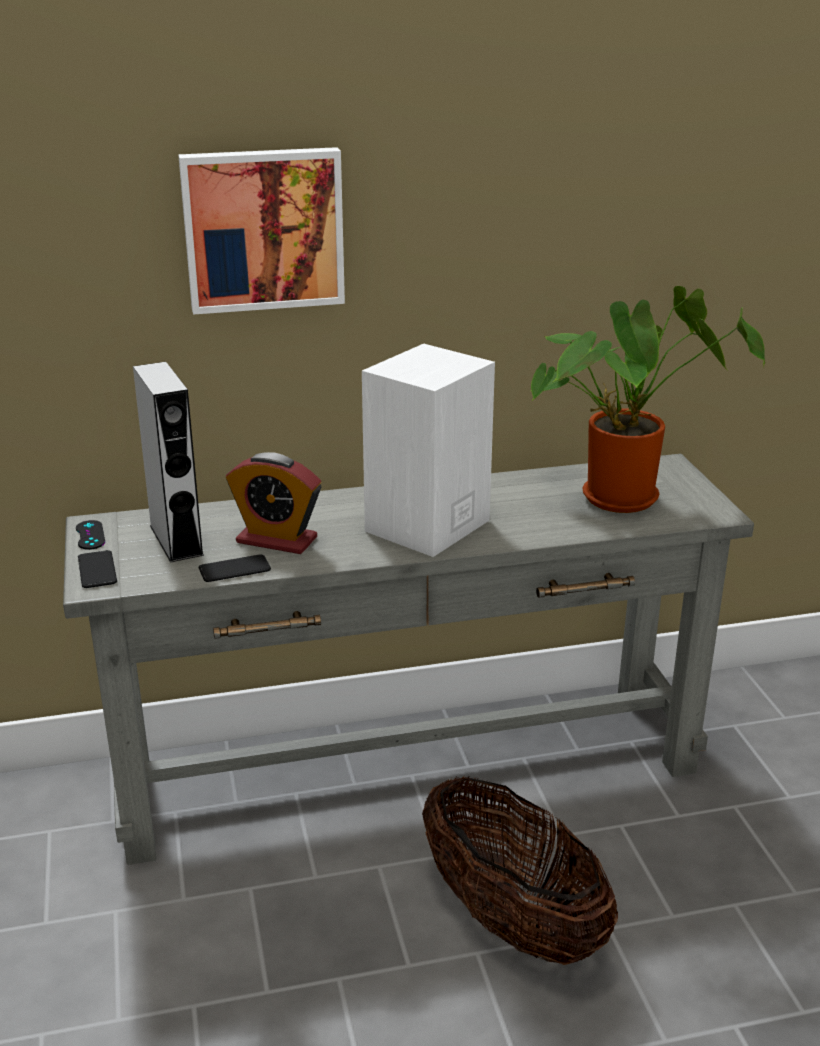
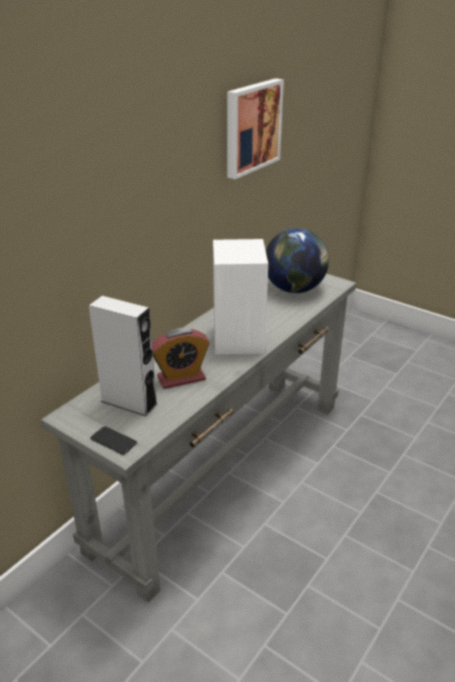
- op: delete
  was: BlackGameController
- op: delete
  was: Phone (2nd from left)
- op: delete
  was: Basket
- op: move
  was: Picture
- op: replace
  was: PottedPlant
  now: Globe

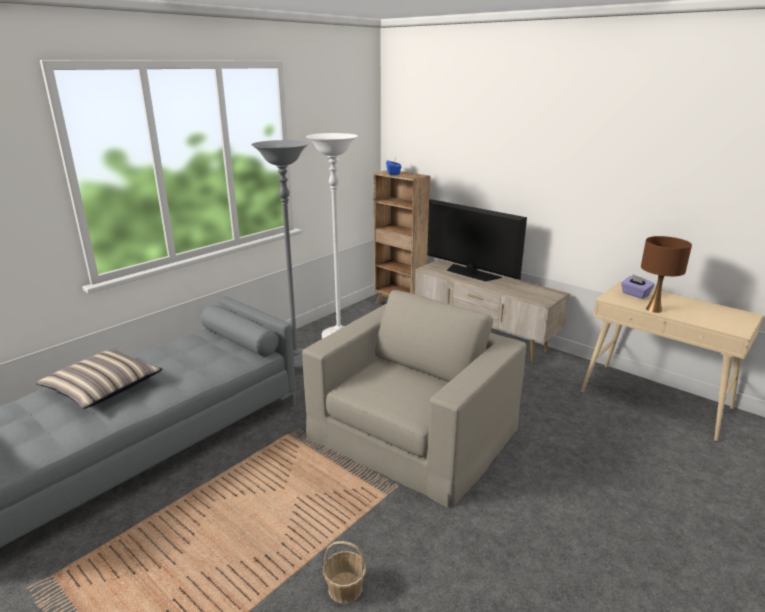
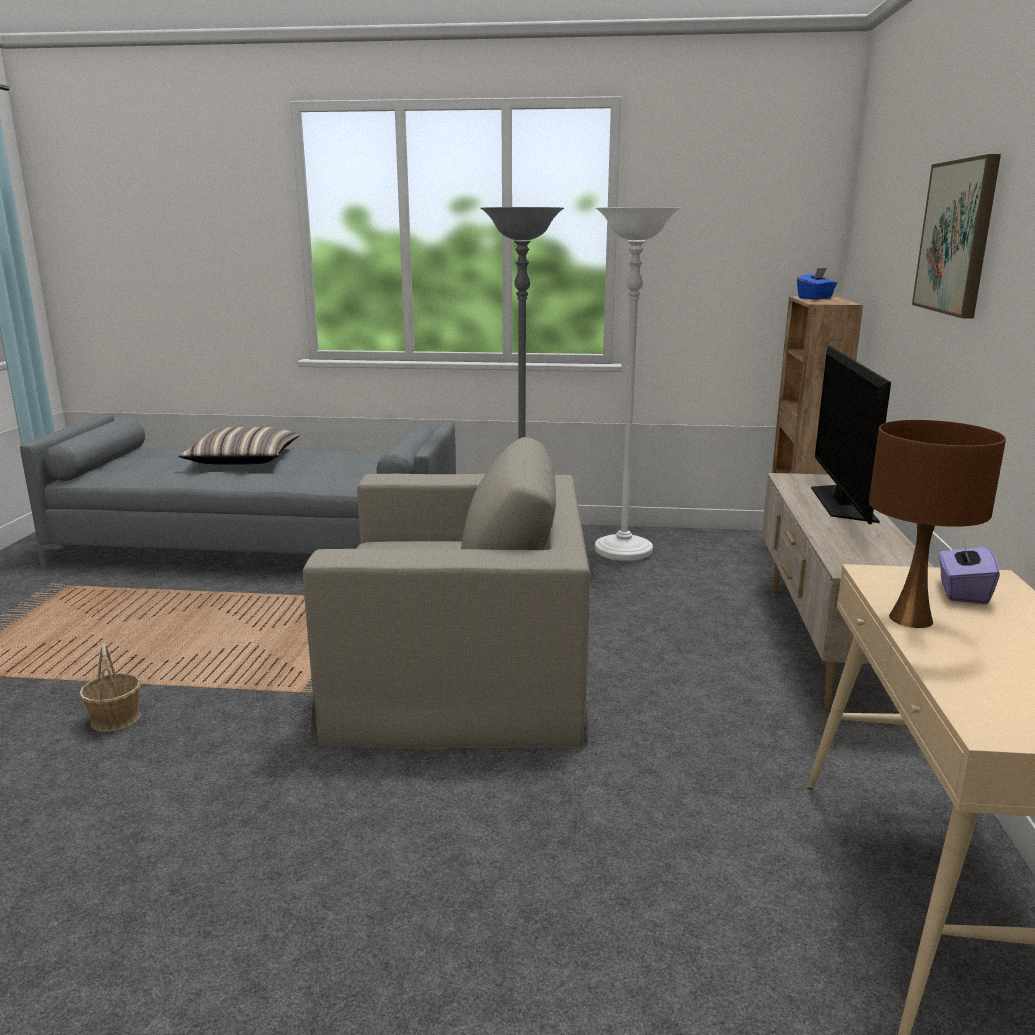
- op: insert
  now: Picture

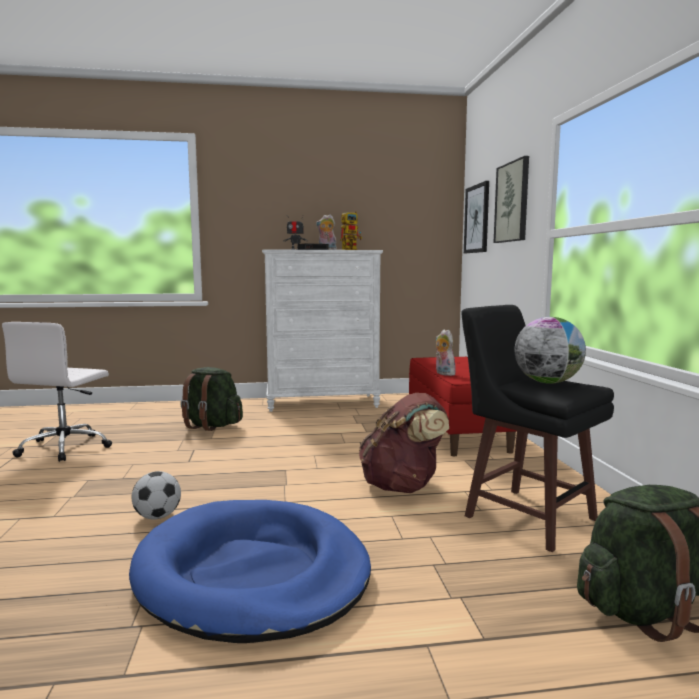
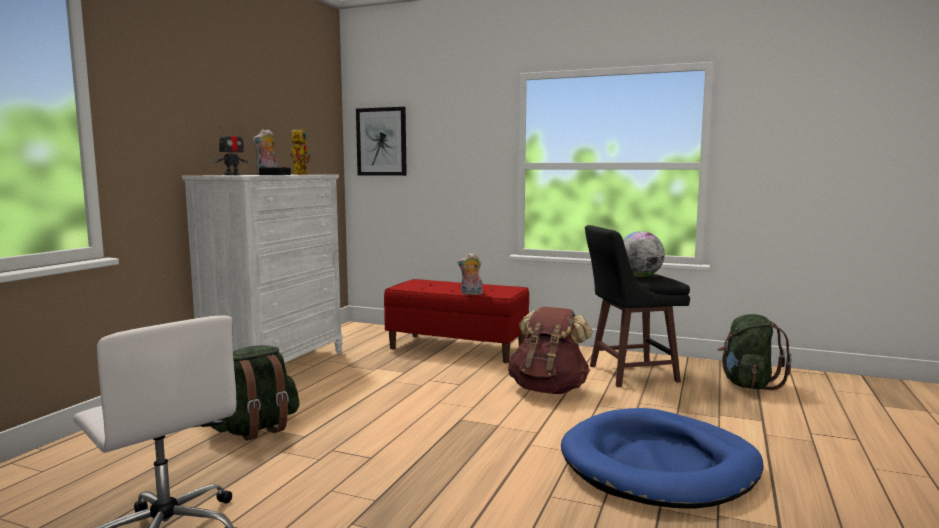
- op: delete
  was: Football
- op: delete
  was: Picture (2nd from left)

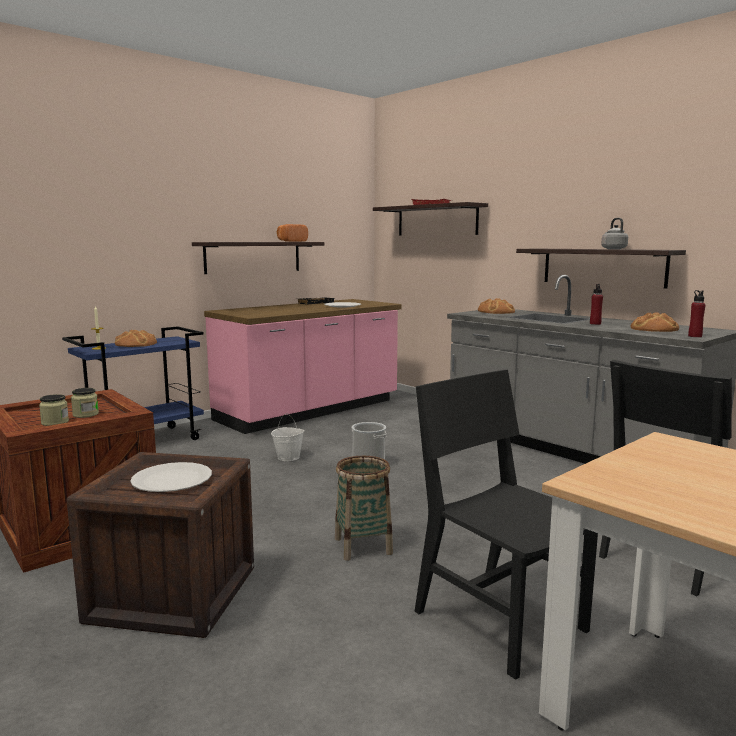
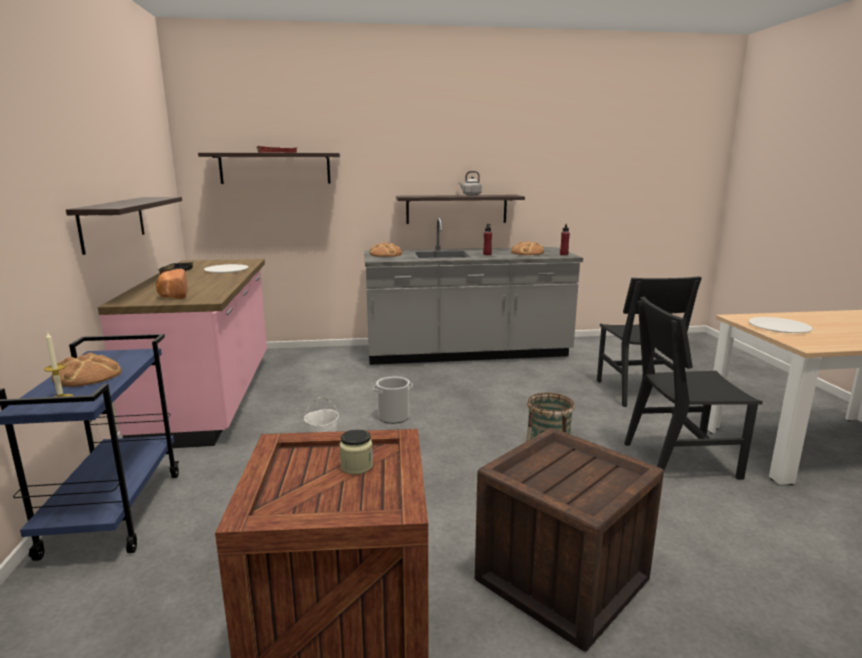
- op: delete
  was: Jar (1st from left)
- op: move
  was: WhitePlate (1st from left in the first image)
  now: WhitePlate (2nd from left)
- op: move
  was: Bread (2nd from left)

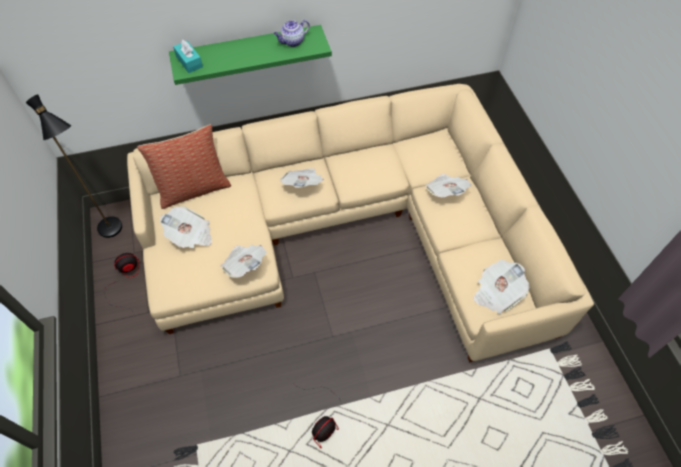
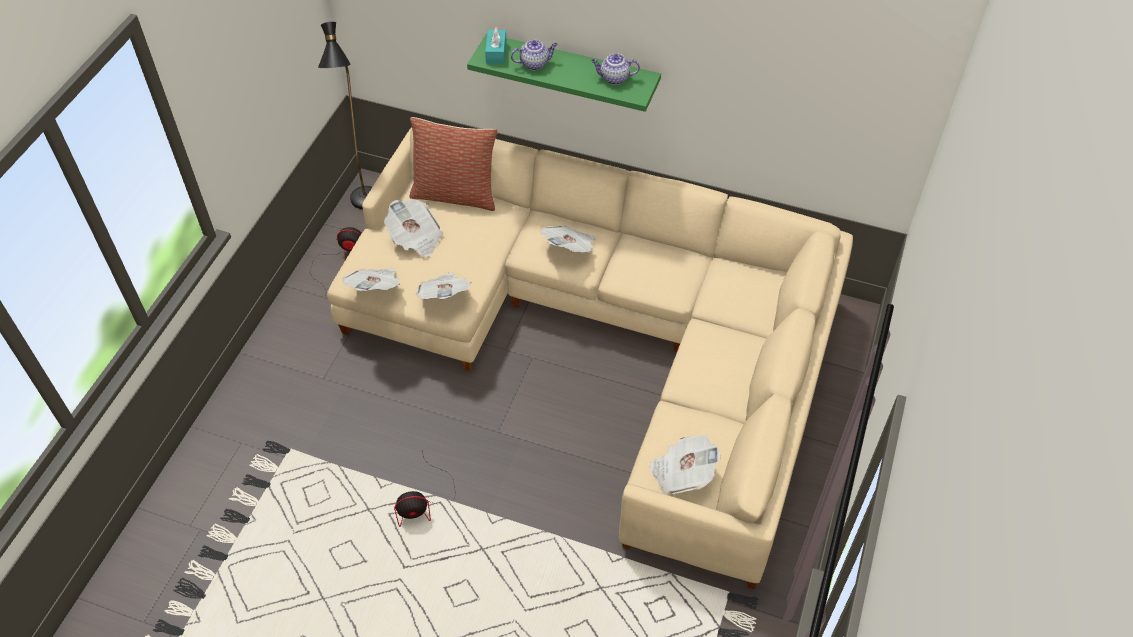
- op: insert
  now: Teapot (1st from left)
- op: move
  was: Newspaper (4th from left in the first image)
  now: Newspaper (1st from left)

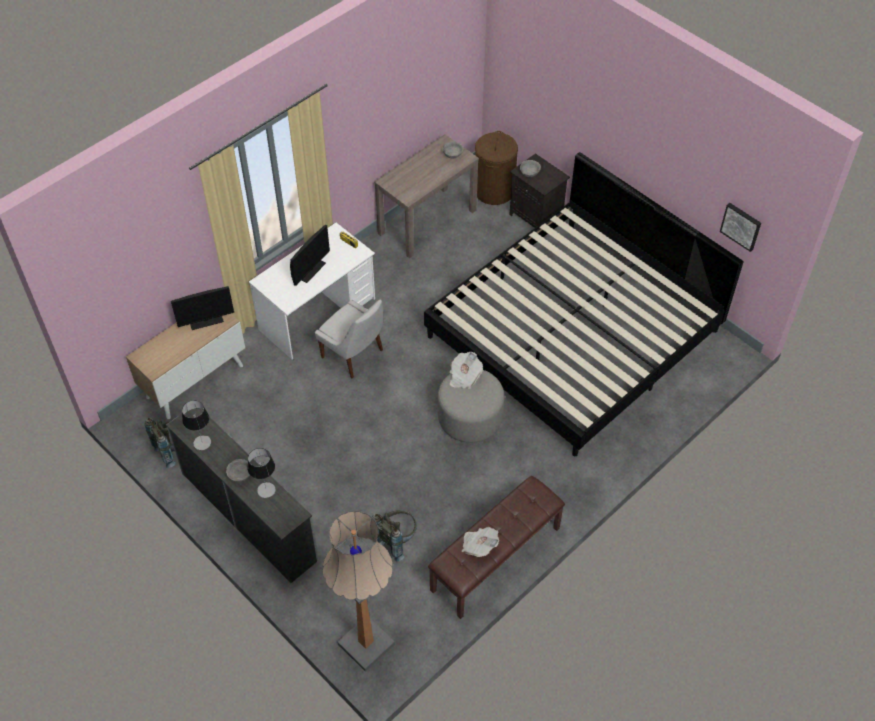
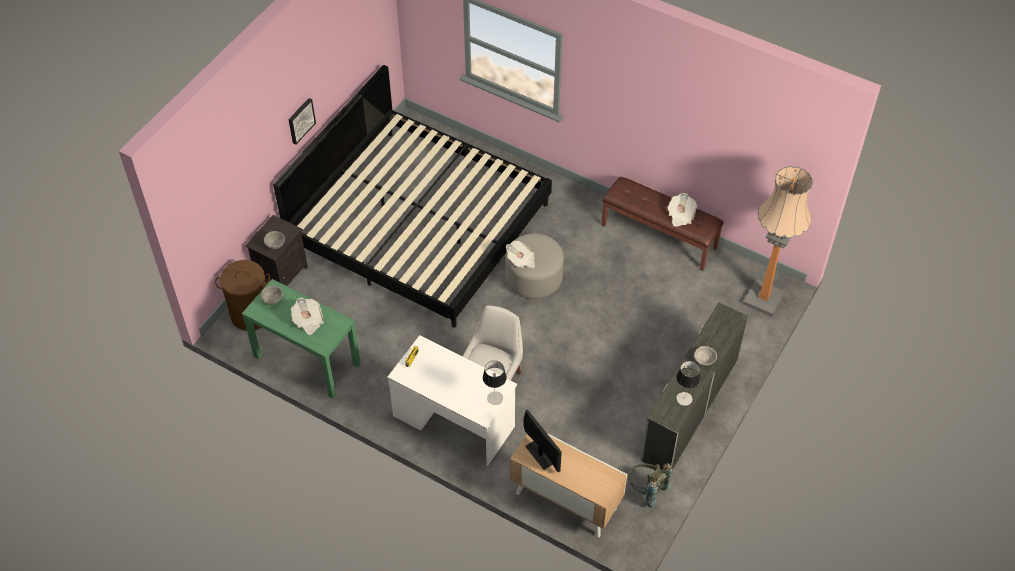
- op: delete
  was: Monitor (2nd from left)
- op: delete
  was: GreyBackpack (2nd from left)
- op: insert
  now: Newspaper (1st from left)
- op: move
  was: TableLamp (2nd from left in the first image)
  now: TableLamp (1st from left)
- op: move
  was: Picture
- op: recolor
  was: BrownConsoleTable
  now: GreenConsoleTable

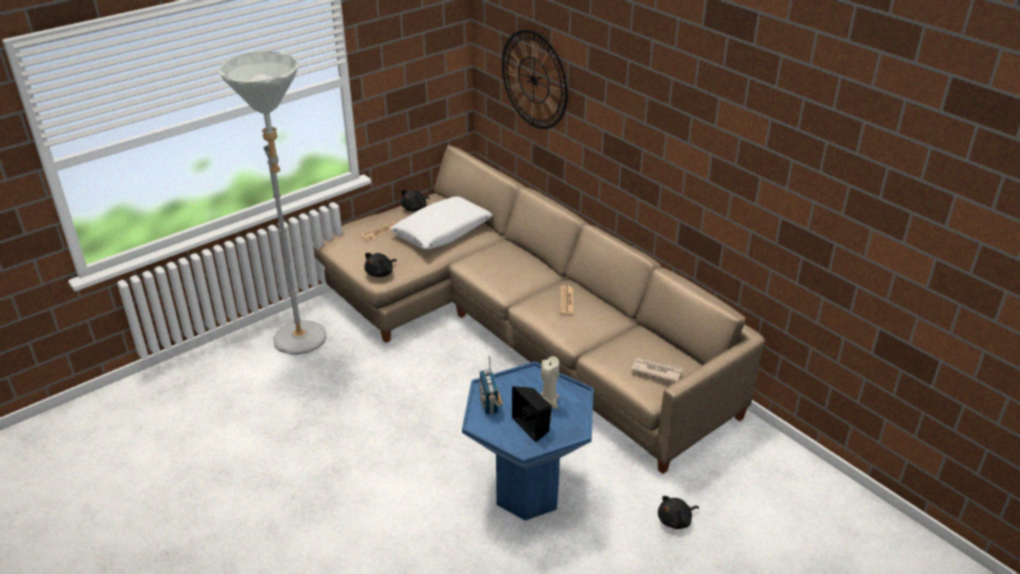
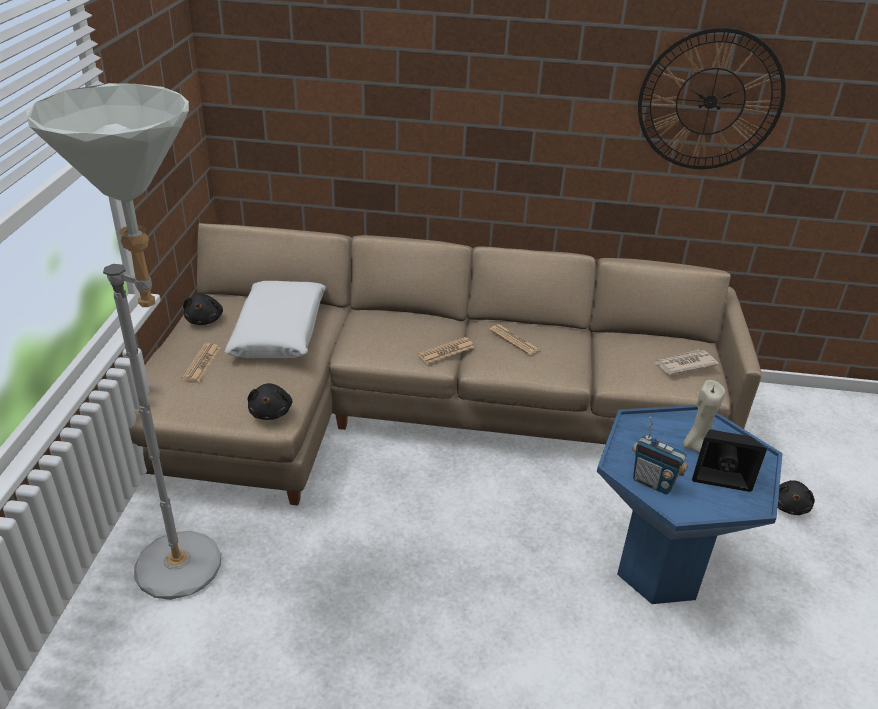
- op: insert
  now: Newspaper (2nd from left)
- op: move
  was: WallClock

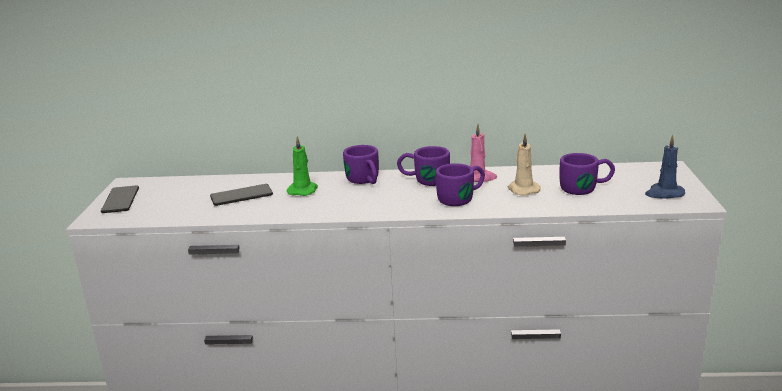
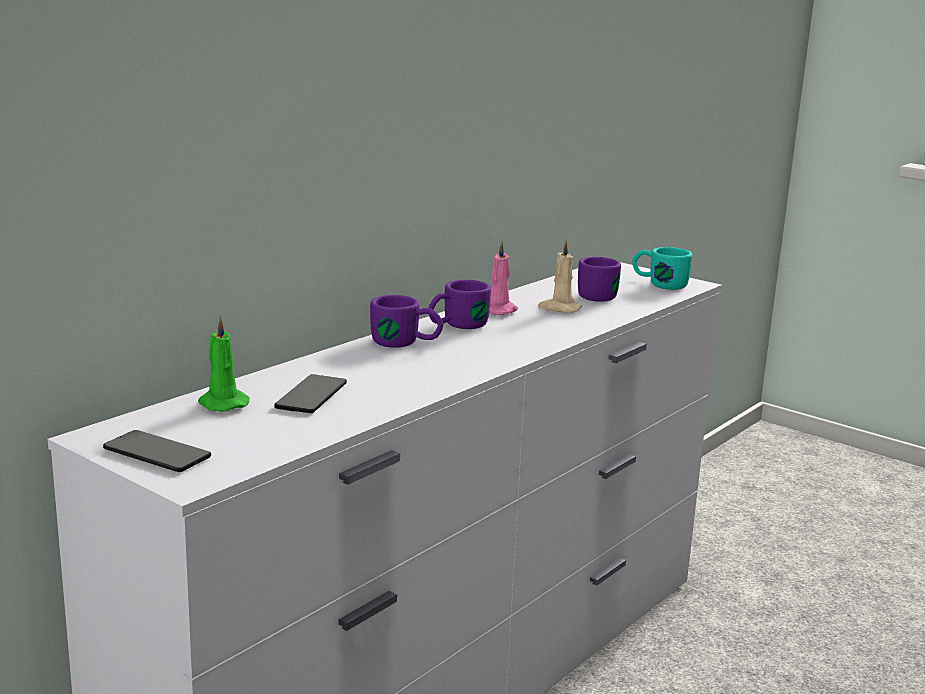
- op: delete
  was: PurpleMug (3rd from left)
- op: move
  was: GreenCandle
- op: replace
  was: BlueCandle
  now: TurquoiseMug

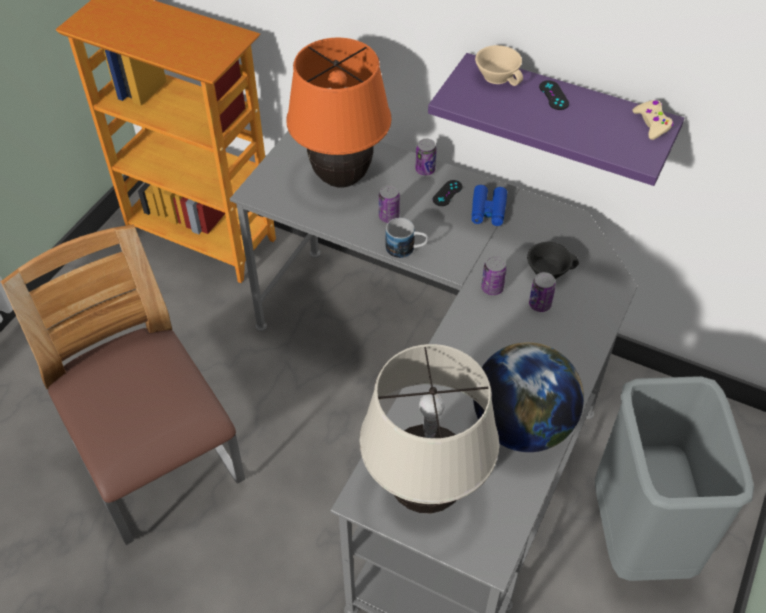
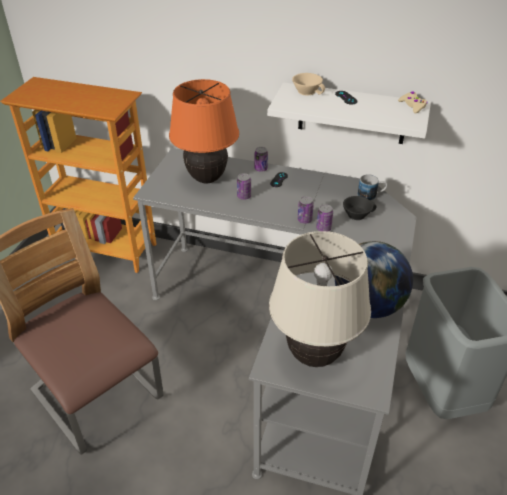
- op: delete
  was: BlueBinoculars
- op: move
  was: Mug
- op: move
  was: Can (4th from left in the first image)
  now: Can (3rd from left)
- op: recolor
  was: PurpleShelf
  now: WhiteShelf

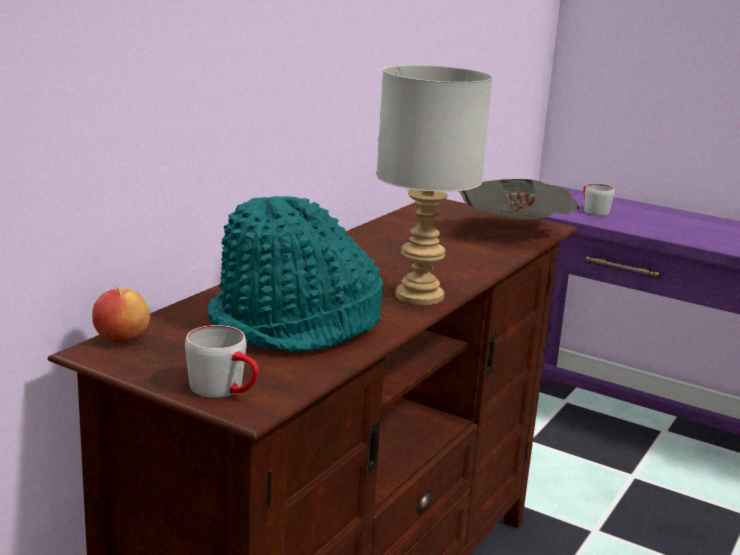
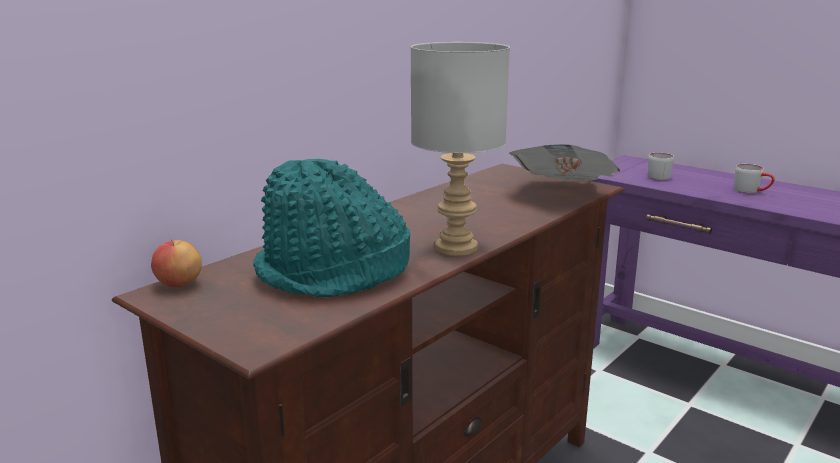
- op: move
  was: GreyMug (1st from left in the first image)
  now: GreyMug (2nd from left)

